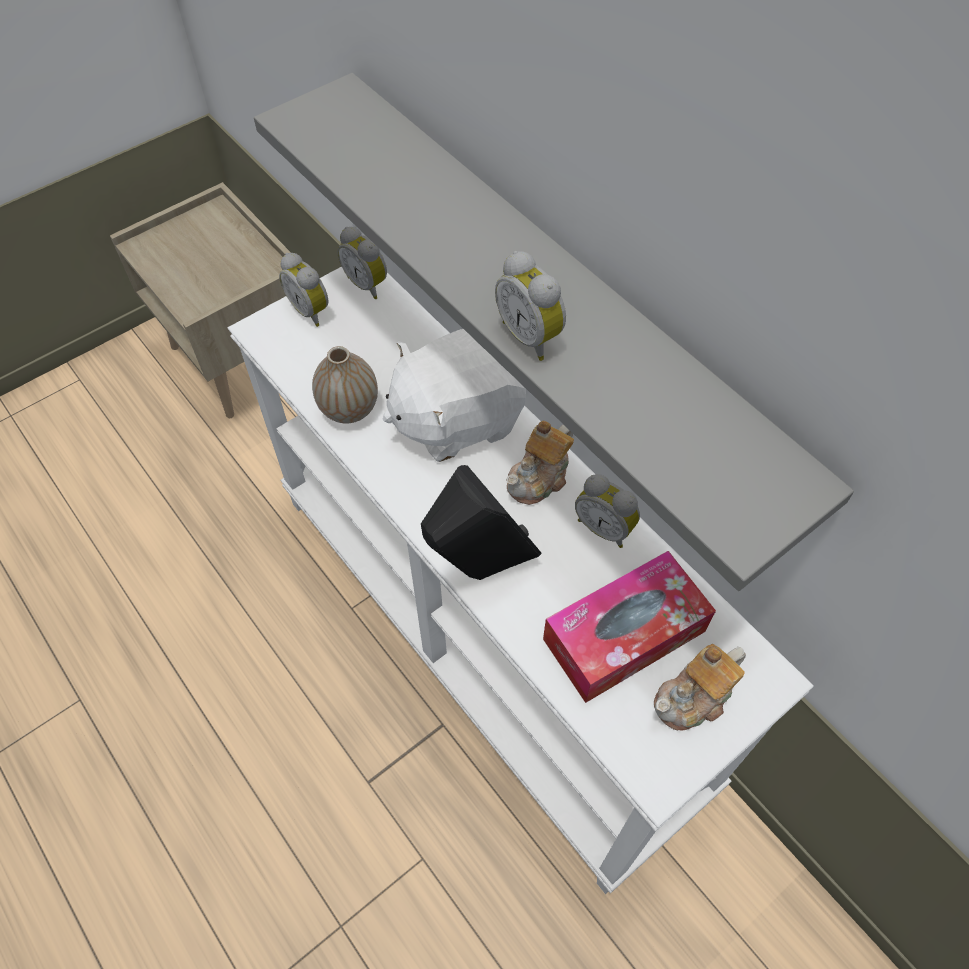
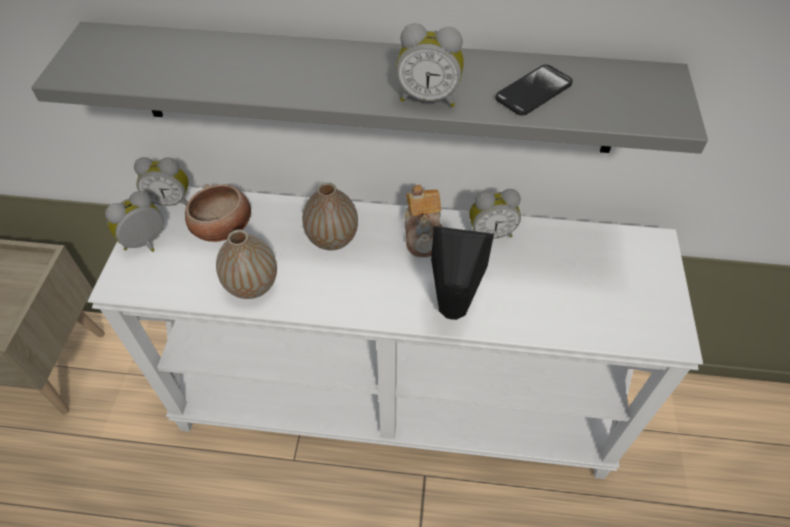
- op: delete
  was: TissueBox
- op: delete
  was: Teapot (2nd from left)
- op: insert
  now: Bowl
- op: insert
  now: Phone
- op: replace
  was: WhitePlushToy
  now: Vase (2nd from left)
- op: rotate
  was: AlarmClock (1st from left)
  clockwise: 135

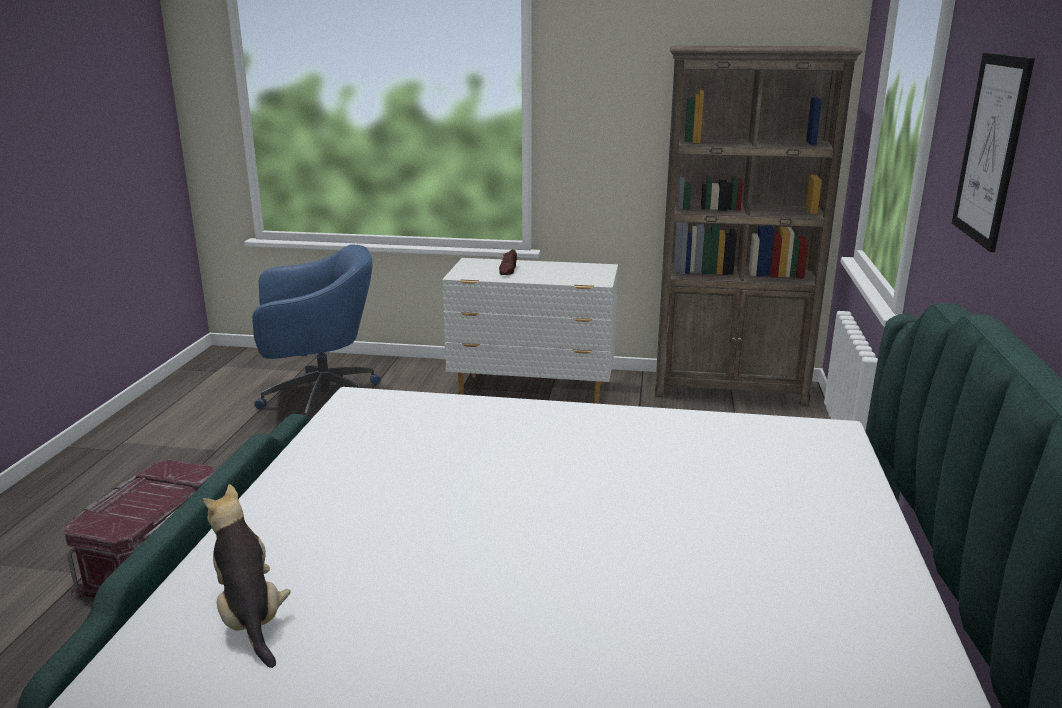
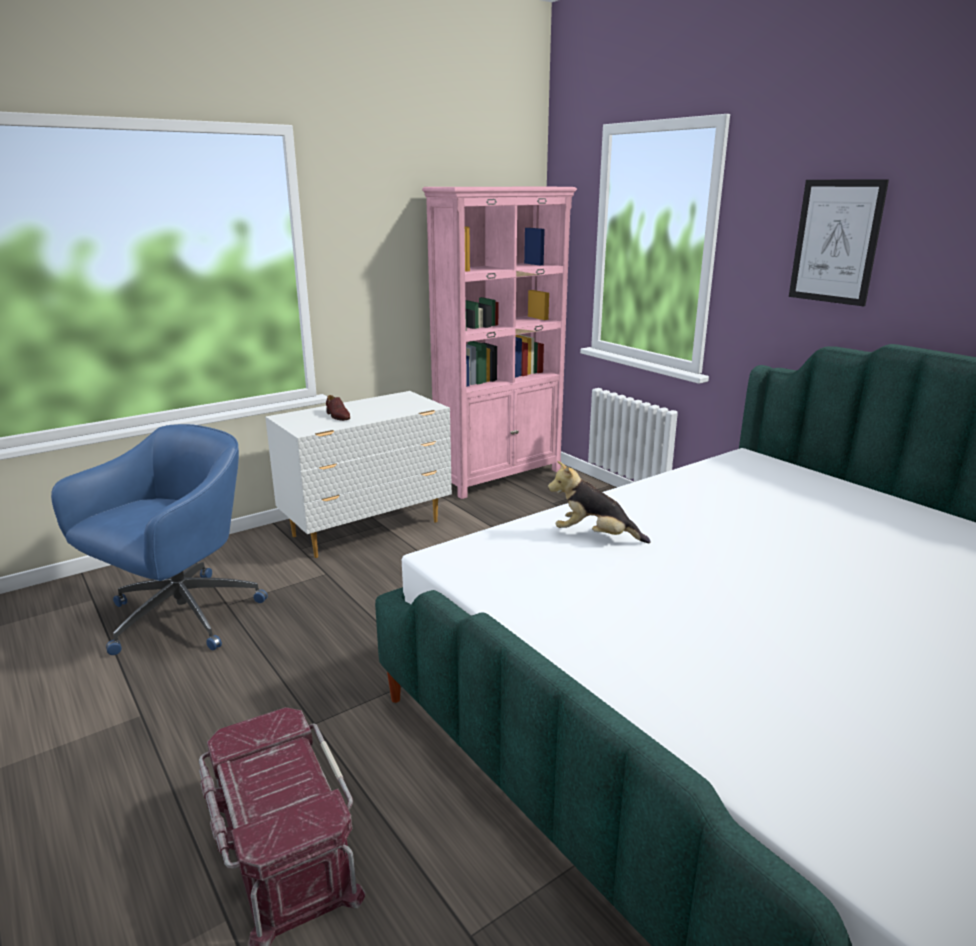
- op: move
  was: PlushToy
- op: recolor
  was: BrownBookcase
  now: PinkBookcase

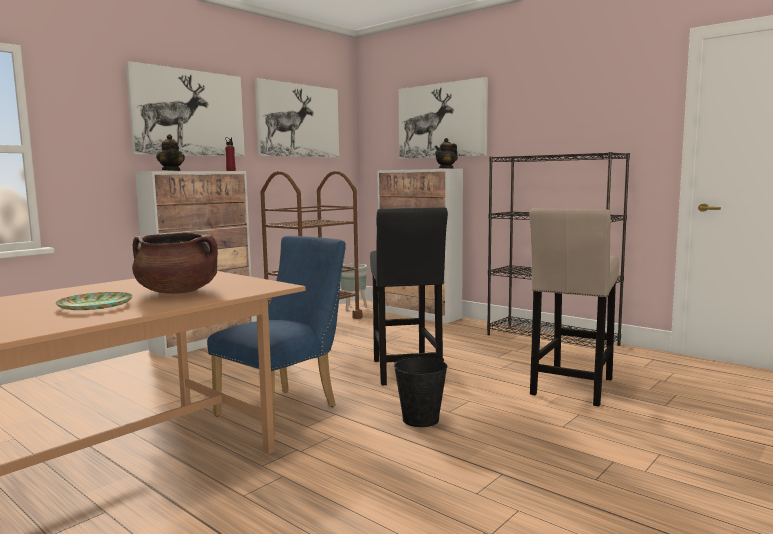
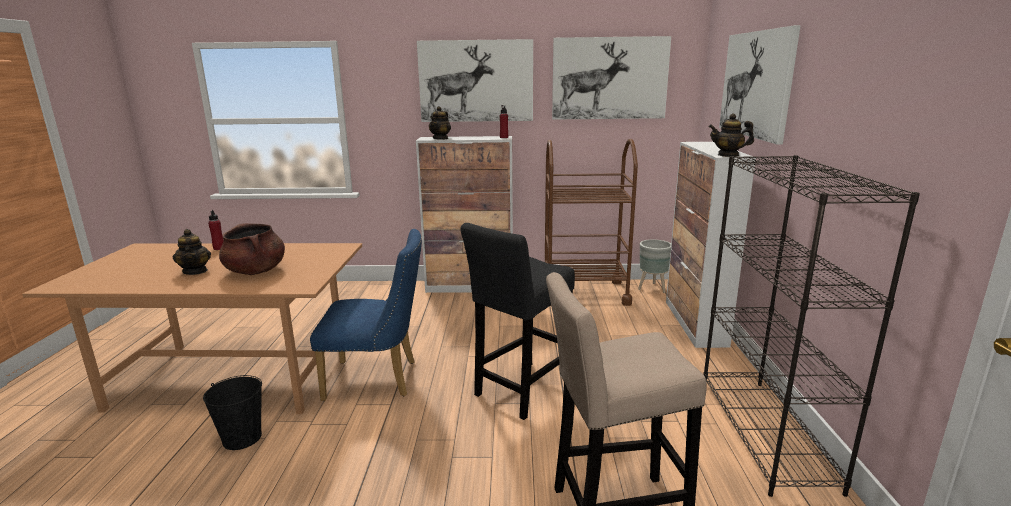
- op: insert
  now: RedBottle (1st from left)
- op: move
  was: BlackBucket
- op: replace
  was: Plate
  now: Teapot (1st from left)

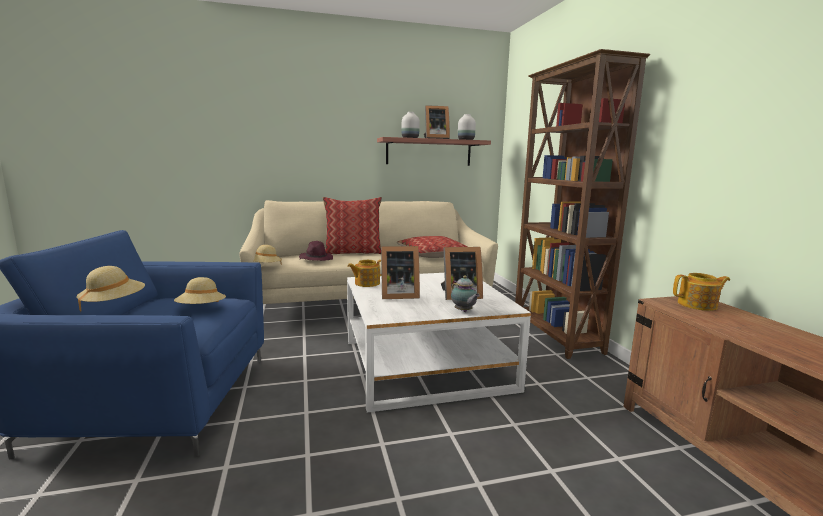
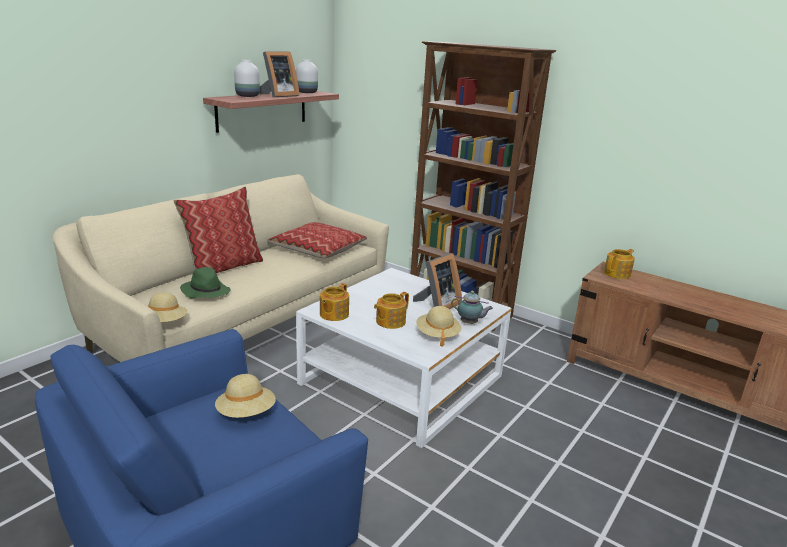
- op: move
  was: BeigeHat (1st from left in the first image)
  now: BeigeHat (3rd from left)
- op: replace
  was: PictureFrame (1st from left)
  now: Teapot (2nd from left)
- op: recolor
  was: PurpleHat
  now: GreenHat

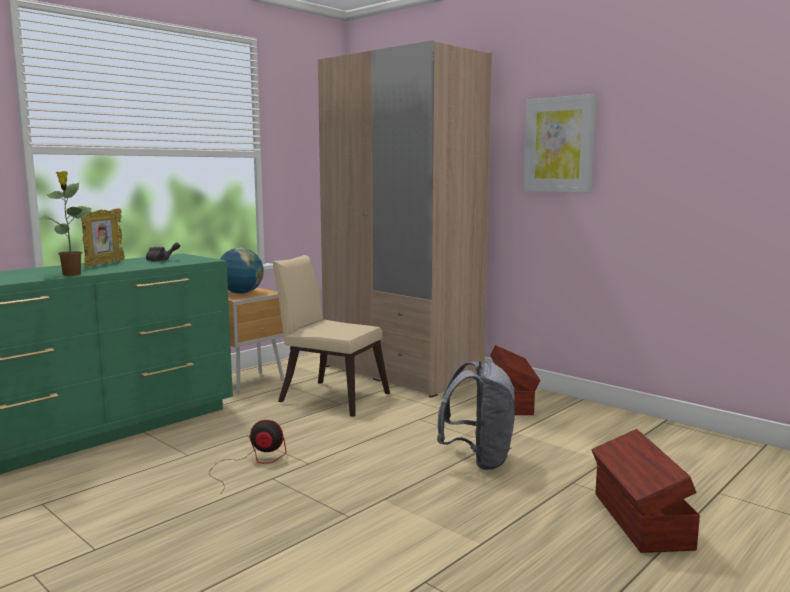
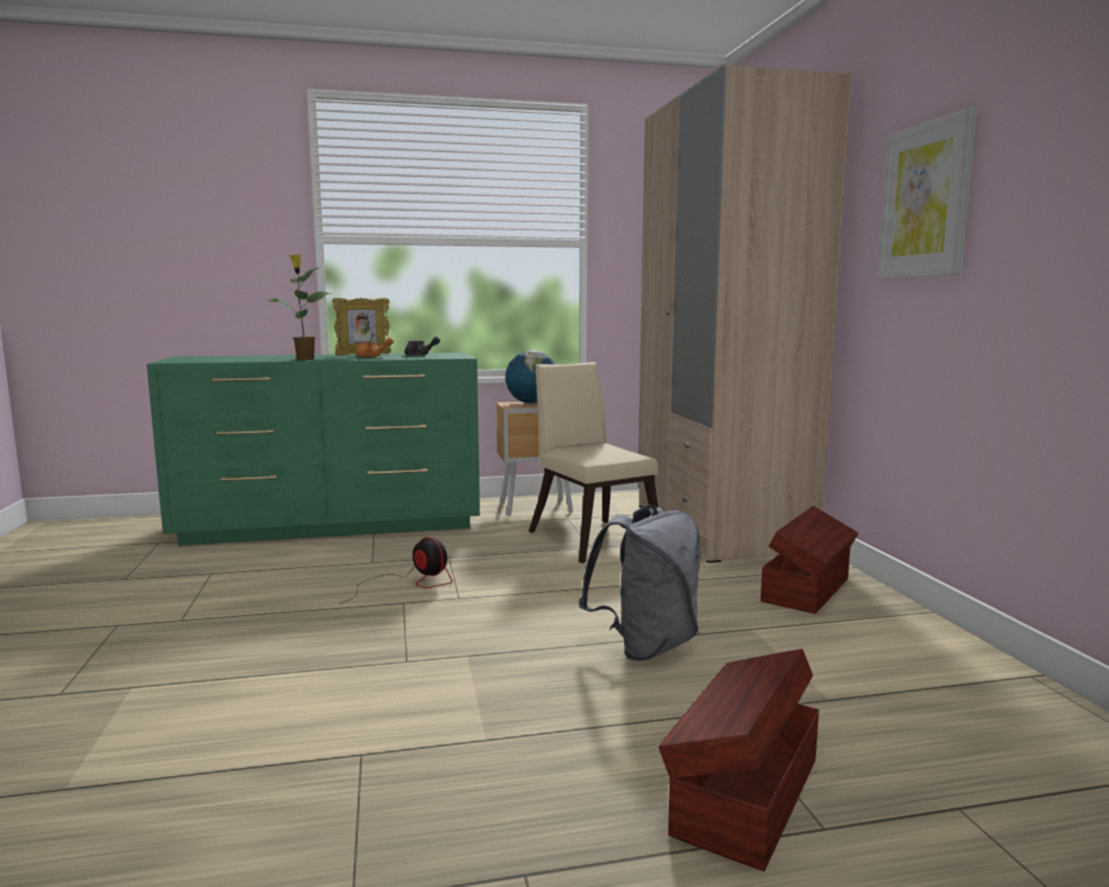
- op: insert
  now: OrangeTeapot

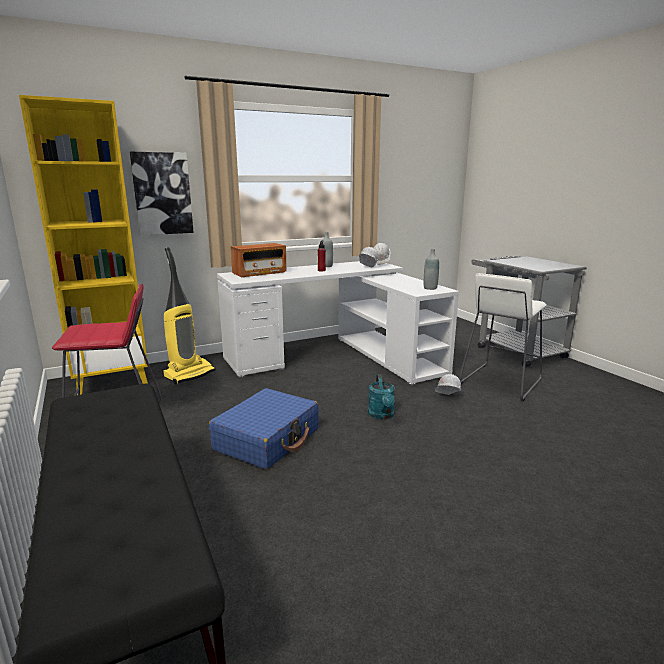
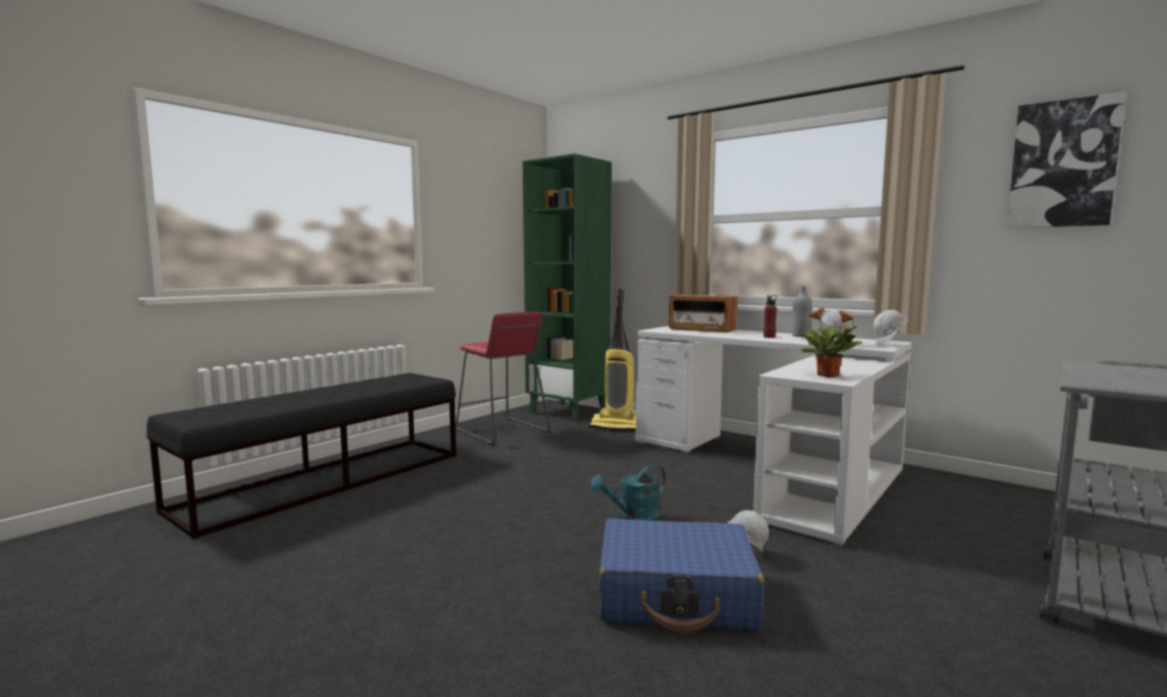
- op: delete
  was: WhiteStool
- op: move
  was: Picture
- op: move
  was: BlueSuitcase
- op: replace
  was: GreyBottle (2nd from left)
  now: PottedPlant
- op: recolor
  was: YellowBookcase
  now: GreenBookcase

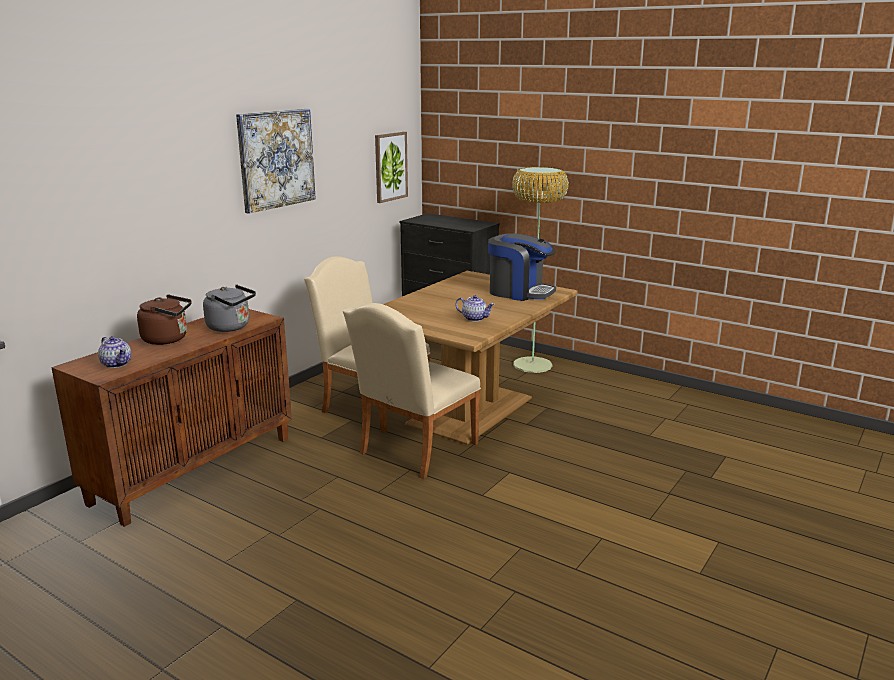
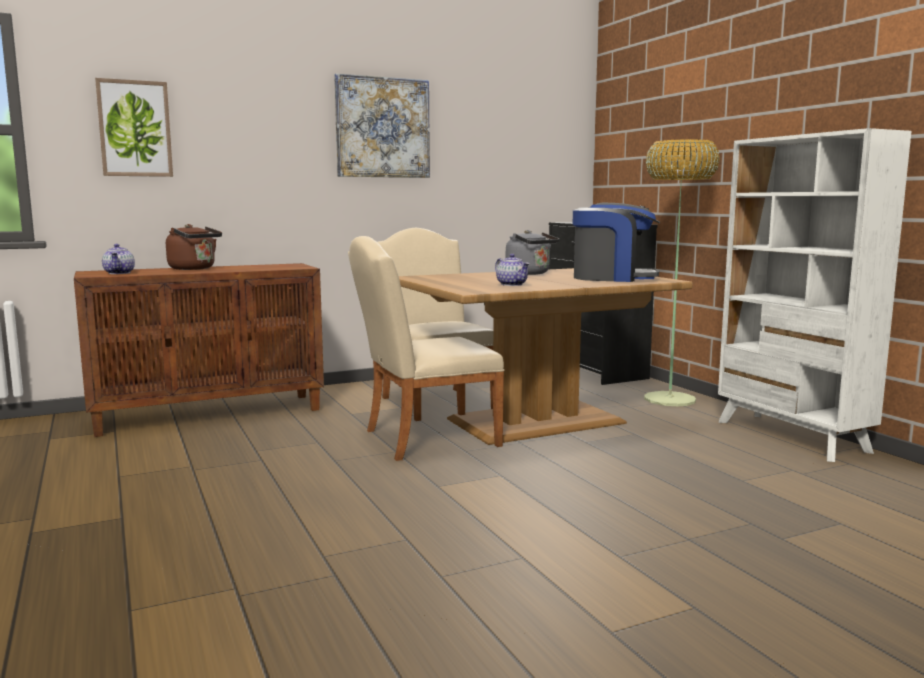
- op: insert
  now: WhiteBookcase
- op: move
  was: GreyKettle
- op: move
  was: Picture (2nd from left in the first image)
  now: Picture (1st from left)
- op: rotate
  was: CoffeeMachine
  clockwise: -45

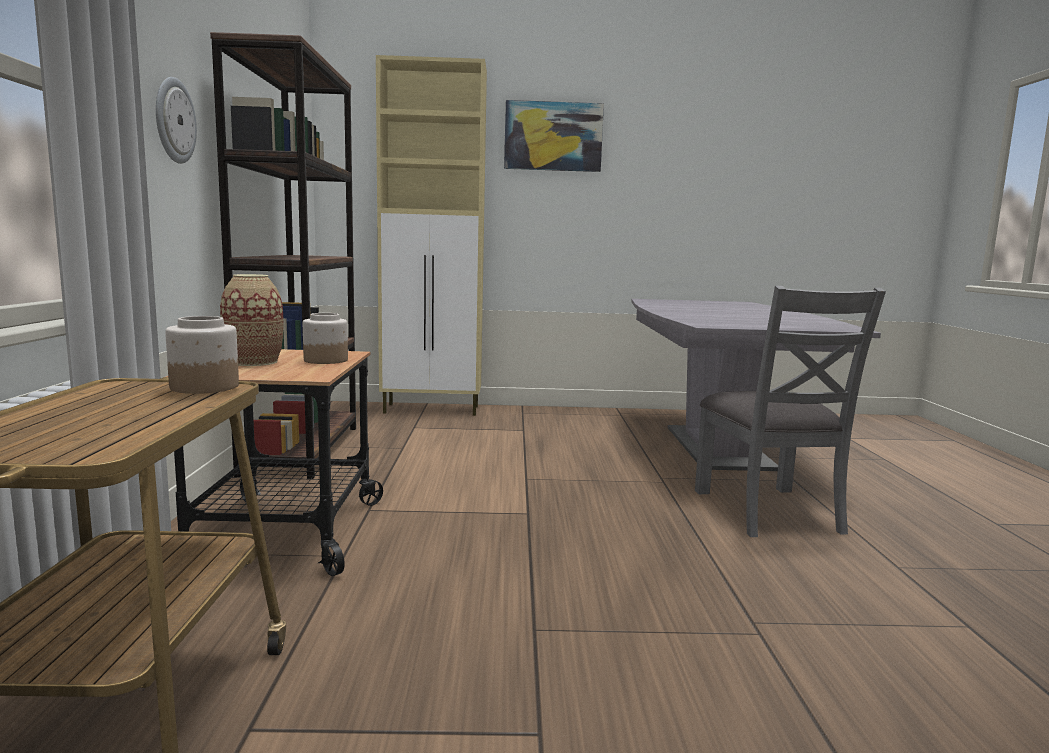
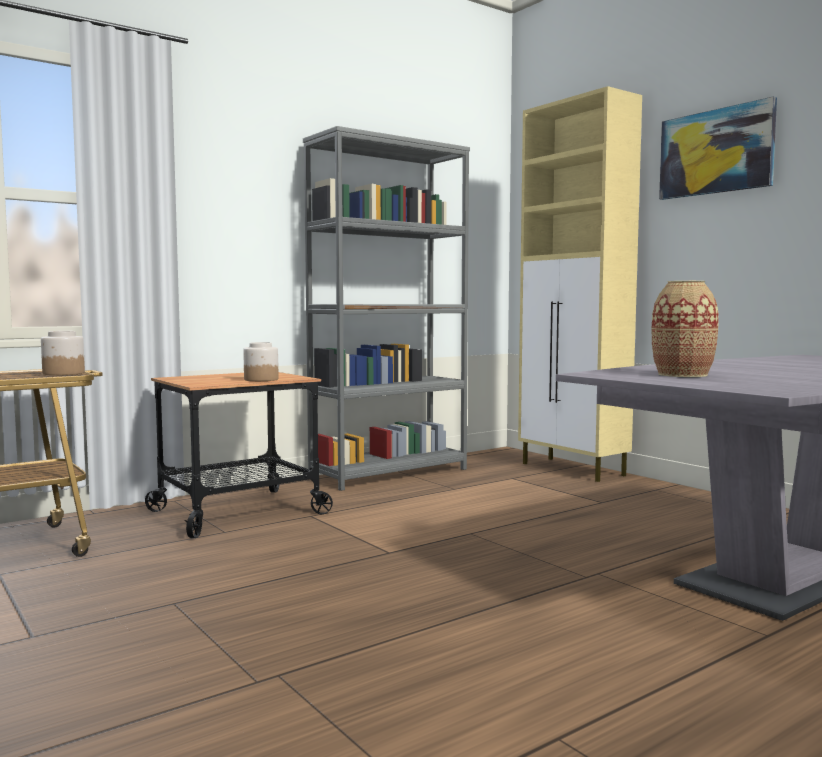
- op: delete
  was: WallClock
- op: delete
  was: GreyChair
- op: move
  was: Vase
- op: recolor
  was: BrownBookcase
  now: GreyBookcase

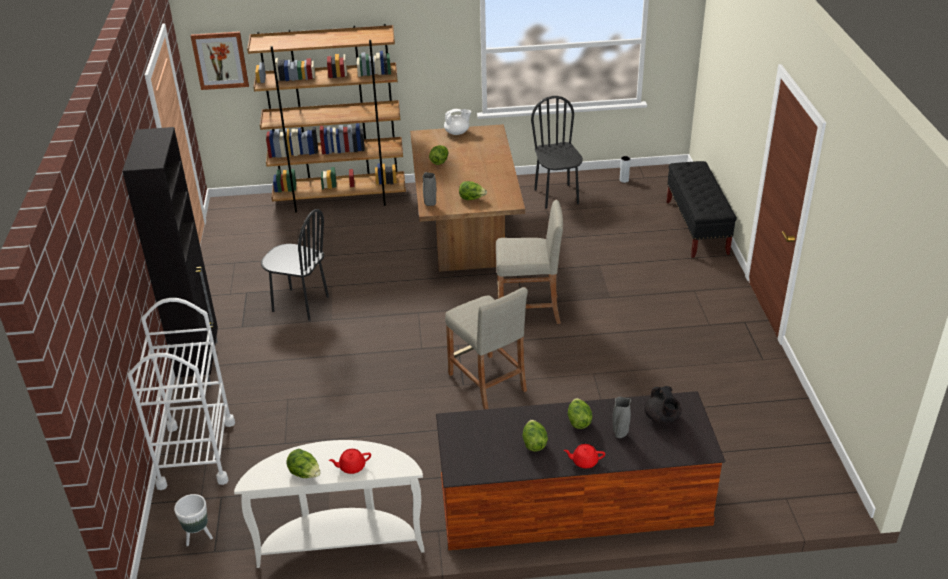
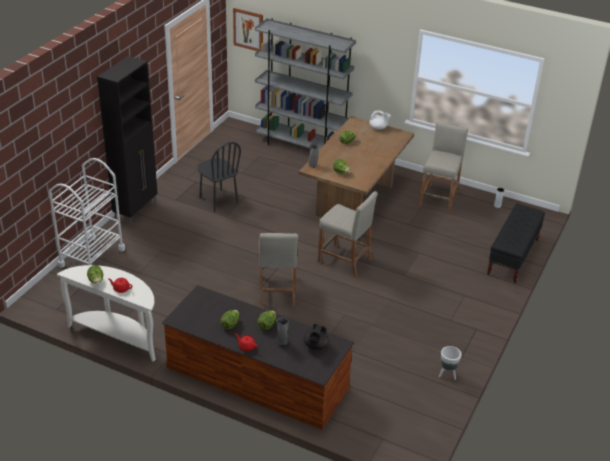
- op: move
  was: WhitePlanter
- op: replace
  was: BlackChair (2nd from left)
  now: BeigeStool (3rd from left)
- op: recolor
  was: BrownBookcase
  now: GreyBookcase

